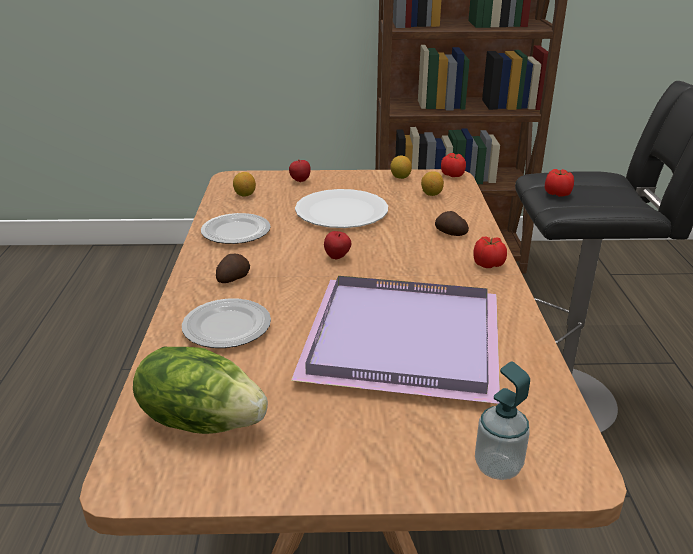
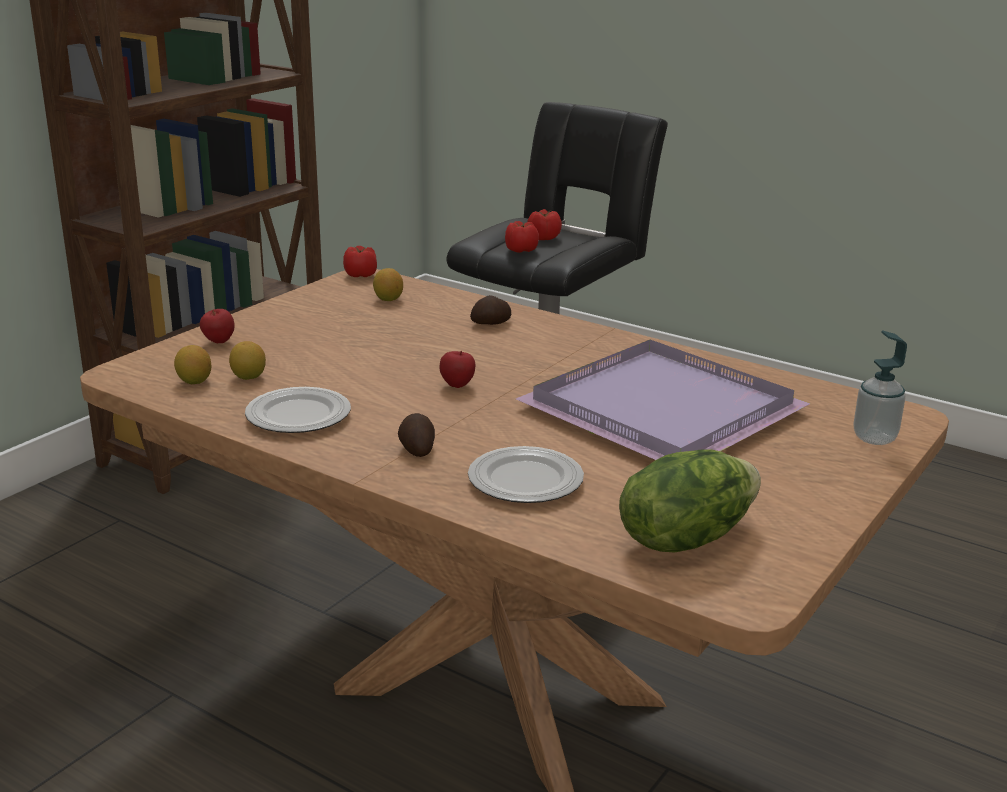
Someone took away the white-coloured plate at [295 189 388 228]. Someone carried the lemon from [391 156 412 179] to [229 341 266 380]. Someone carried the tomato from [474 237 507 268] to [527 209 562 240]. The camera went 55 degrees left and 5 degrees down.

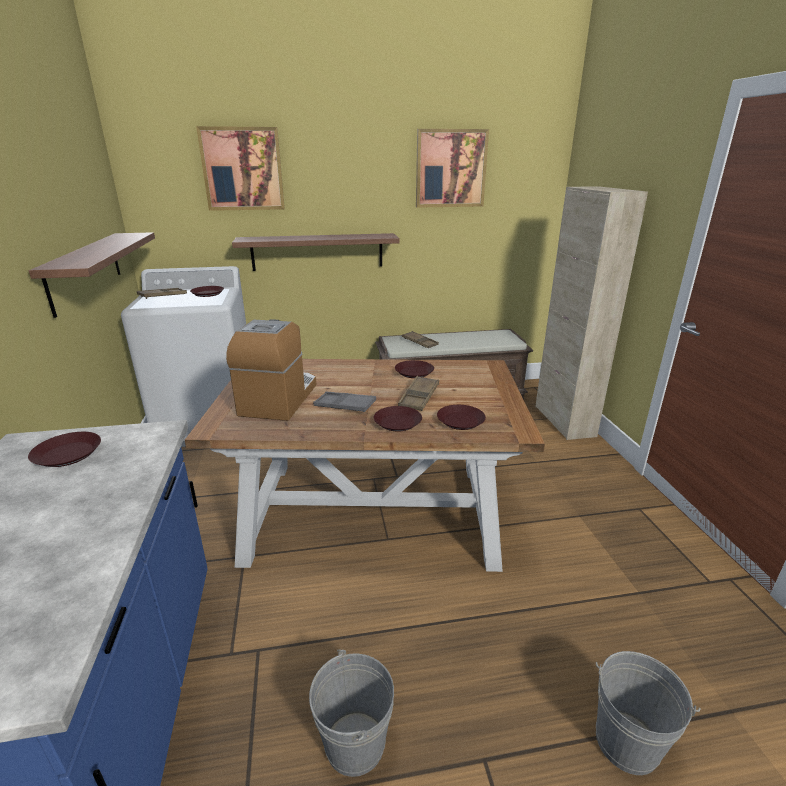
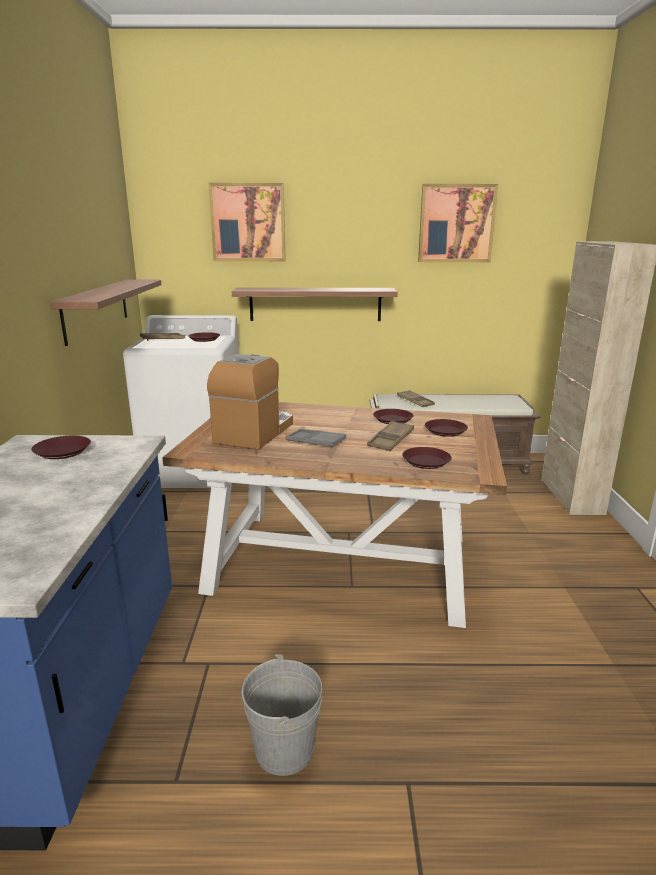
Someone took away the gray pail at [596 651 701 775]. Someone carried the brown plate from [374 406 422 432] to [425 419 468 437]. The camera went 10 degrees right and 5 degrees down.

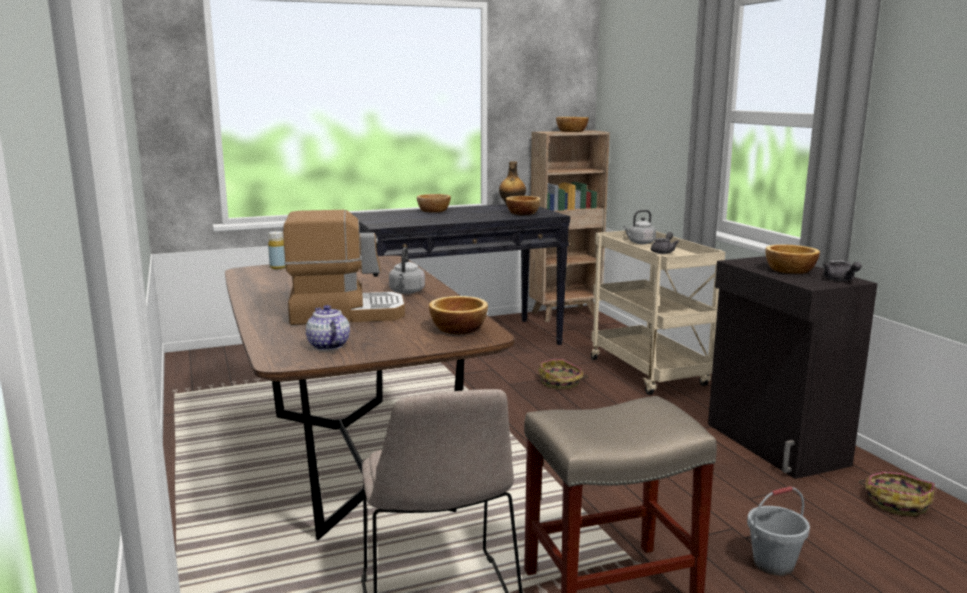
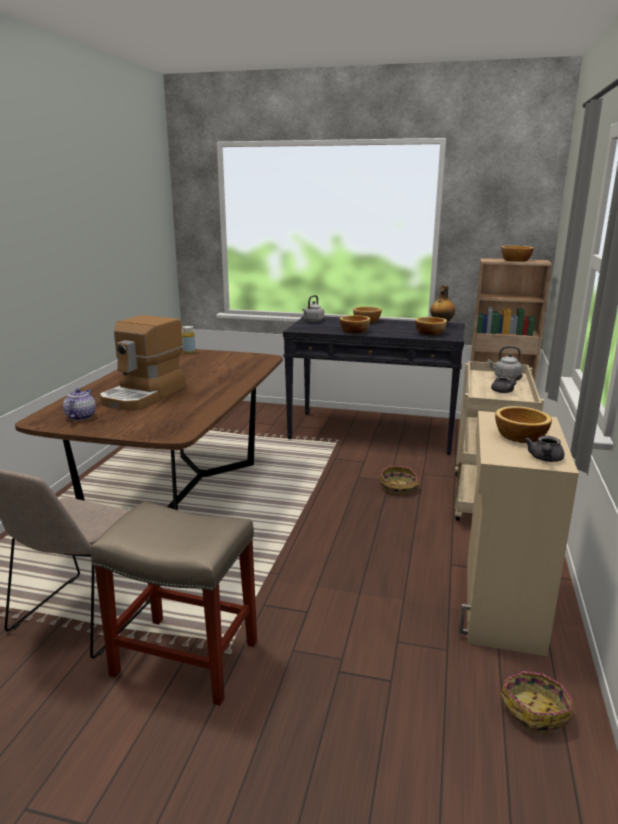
Someone took away the gray pail at [747 486 810 576]. Someone carried the gray water kettle from [389 247 425 294] to [302 295 324 322]. Someone carried the serving bowl from [429 296 488 335] to [339 315 370 334]. Someone repainted the blackish cupboard at [708 256 878 479], which became the beige cupboard at [459 411 579 656]. Someone rotated the coffee machine at [283 210 405 325] by 90 degrees clockwise. The camera went 35 degrees right and 5 degrees up.

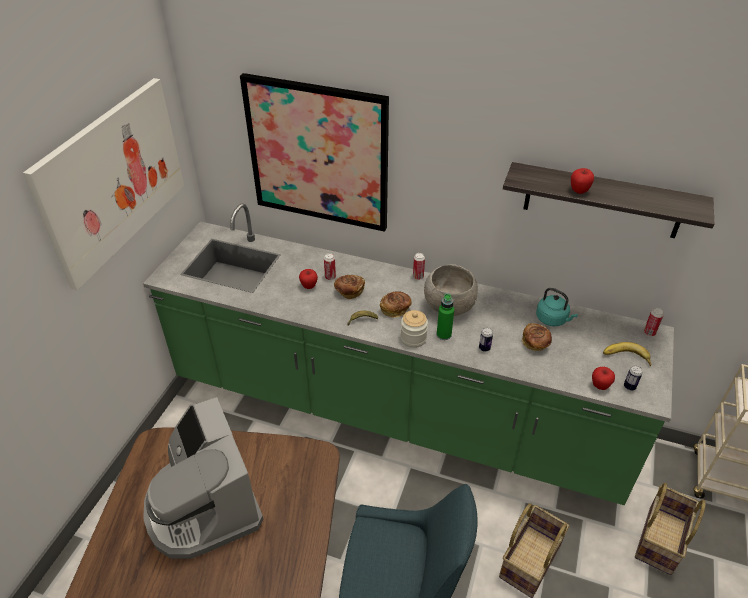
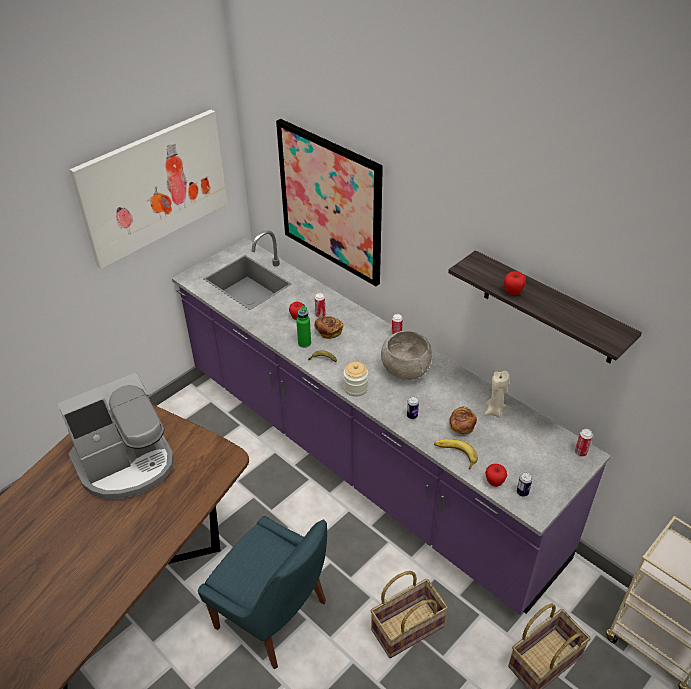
Someone took away the baked bread at [380 292 412 318]. Someone carried the green beverage bottle from [437 294 454 340] to [296 306 311 348]. Someone carried the banana fruit from [603 342 651 366] to [434 439 478 469]. Someone swapped the turquoise-coloured water kettle at [536 288 578 326] for the beige candle at [484 371 509 418]. Someone repainted the green counter at [143 204 674 505], which became the purplish counter at [172 230 611 615]. Someone rotated the coffee machine at [143 397 263 559] by 120 degrees counterclockwise. The camera went 25 degrees right and 0 degrees up.

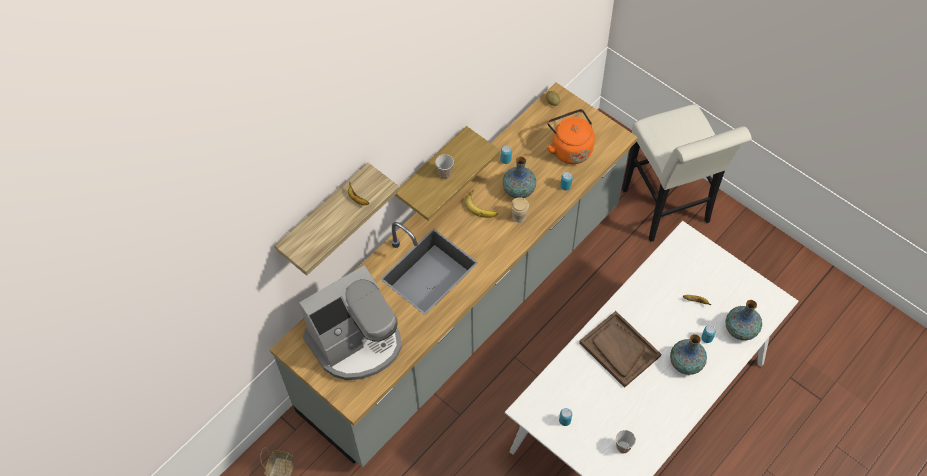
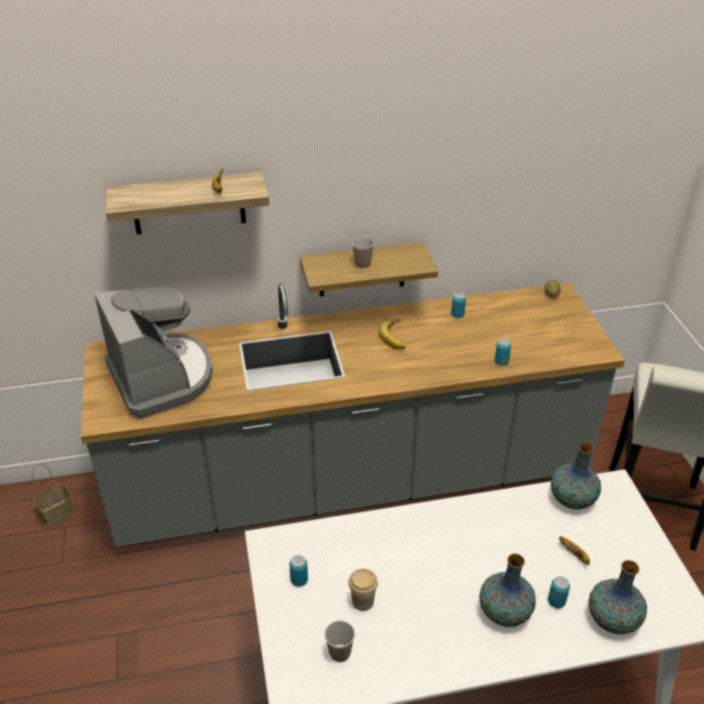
Someone took away the orange-coloured water kettle at [547 109 595 164]. Someone took away the brown tray at [579 311 661 388]. Someone carried the vase from [503 157 536 198] to [551 442 601 510]. Someone carried the cup from [511 197 529 223] to [348 568 378 611]. Someone rotated the coffee machine at [299 265 402 380] by 120 degrees counterclockwise. The camera went 35 degrees right and 20 degrees down.

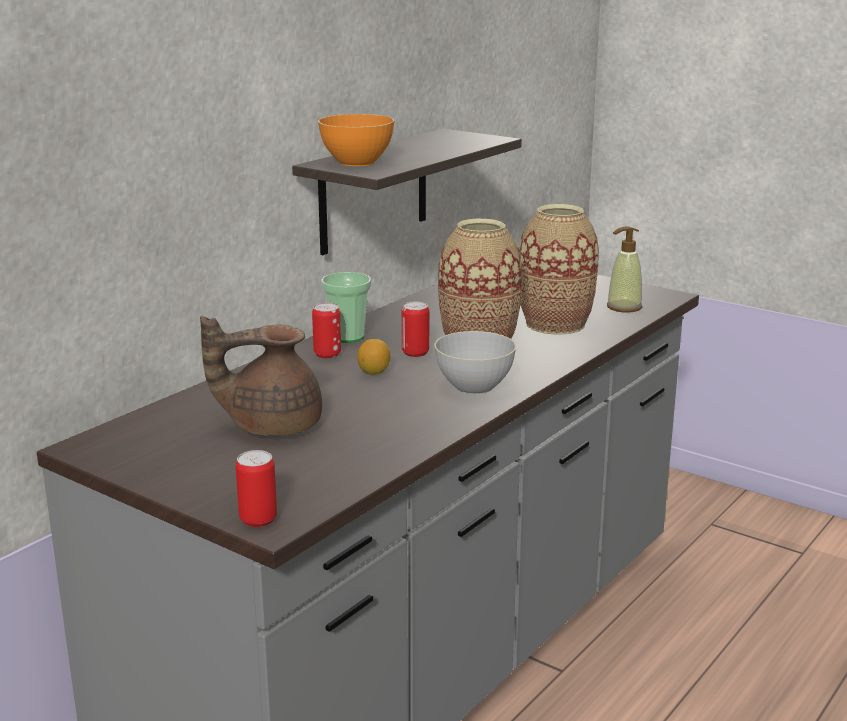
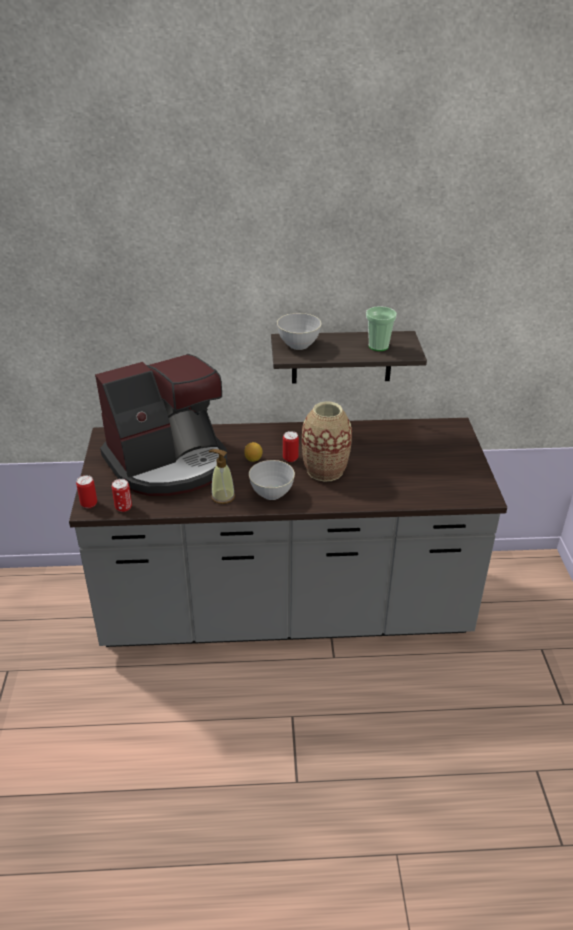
Someone took away the vase at [519 204 599 335]. Someone carried the can from [312 303 341 358] to [112 479 132 512]. Someone carried the cup from [321 272 371 343] to [366 306 397 351]. Someone carried the soap bottle from [607 226 642 313] to [208 449 235 504]. Someone swapped the brown pot for tea at [200 316 322 436] for the coffee machine at [95 354 227 496]. Someone repainted the orange-coloured serving bowl at [318 114 394 166], which became the gray serving bowl at [277 313 321 350]. The camera went 50 degrees right and 15 degrees up.

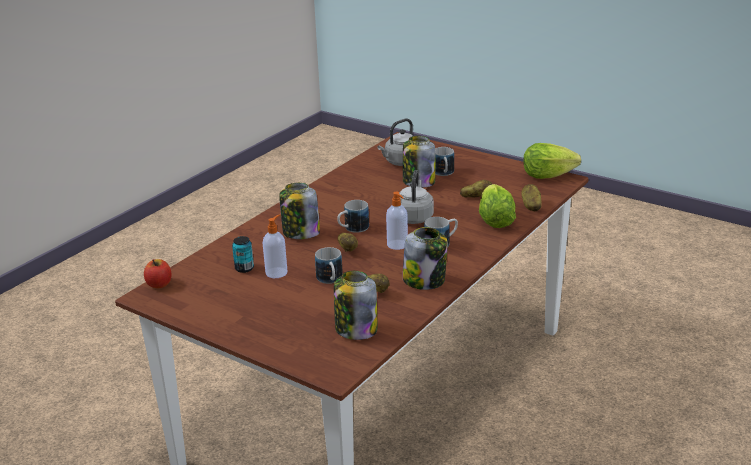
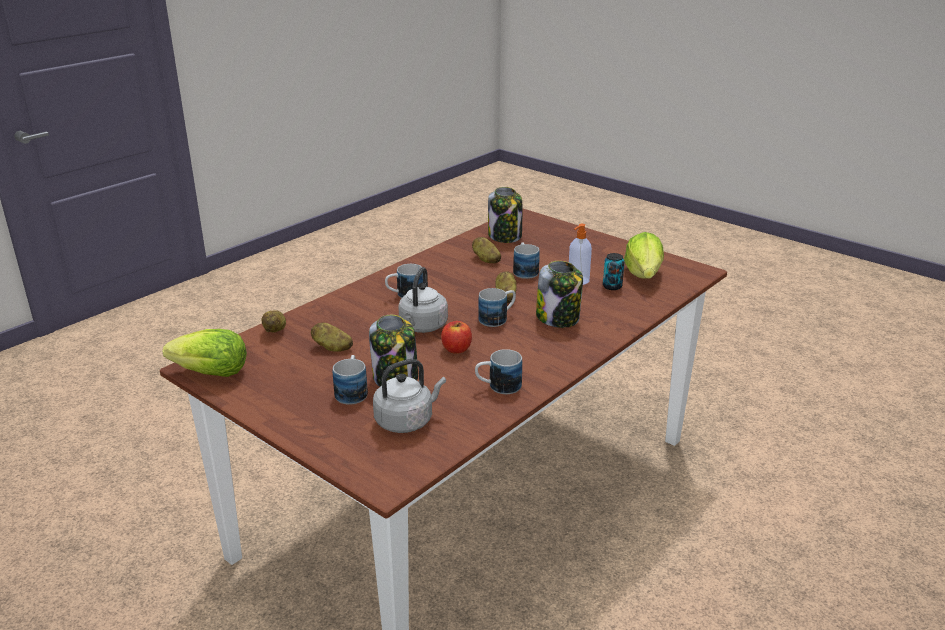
Someone took away the soap bottle at [386 192 408 250]. Someone took away the preserve jar at [403 227 448 290]. Someone put down the tea mug at [475 349 522 394]. Someone carried the whole apple from [144 259 172 288] to [441 321 472 354]. Someone carried the lettuce from [479 184 516 228] to [624 232 664 279]. The camera went 175 degrees left and 0 degrees up.

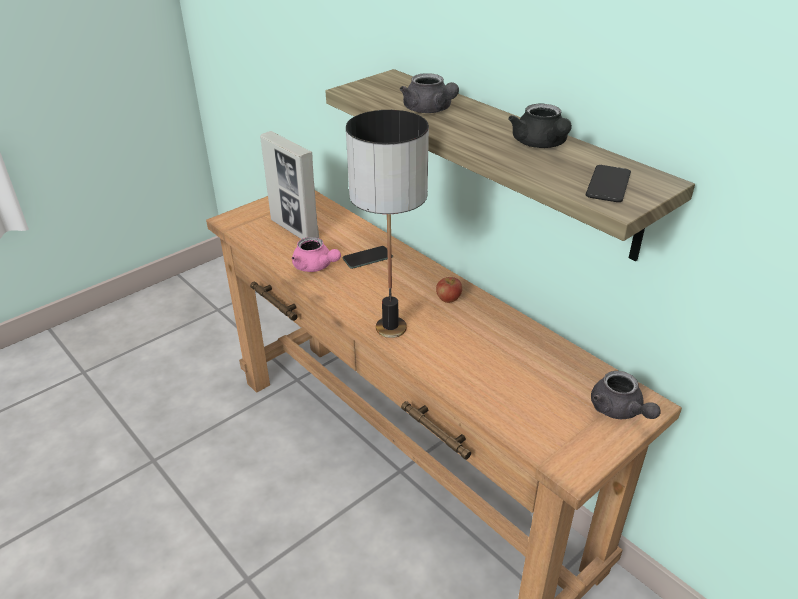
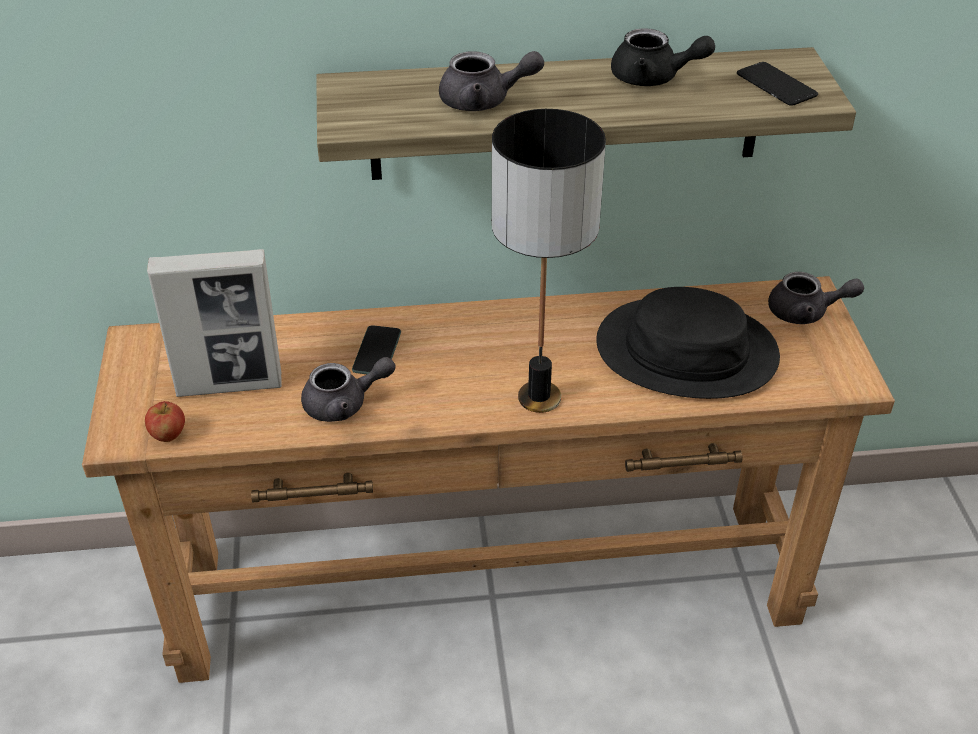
Someone put down the blackish wearable hat at [596 287 780 399]. Someone carried the whole apple from [436 277 462 303] to [145 401 185 442]. Someone repainted the pinkish pot for tea at [292 237 341 272], which became the gray pot for tea at [301 357 396 422]. The camera went 55 degrees left and 5 degrees up.

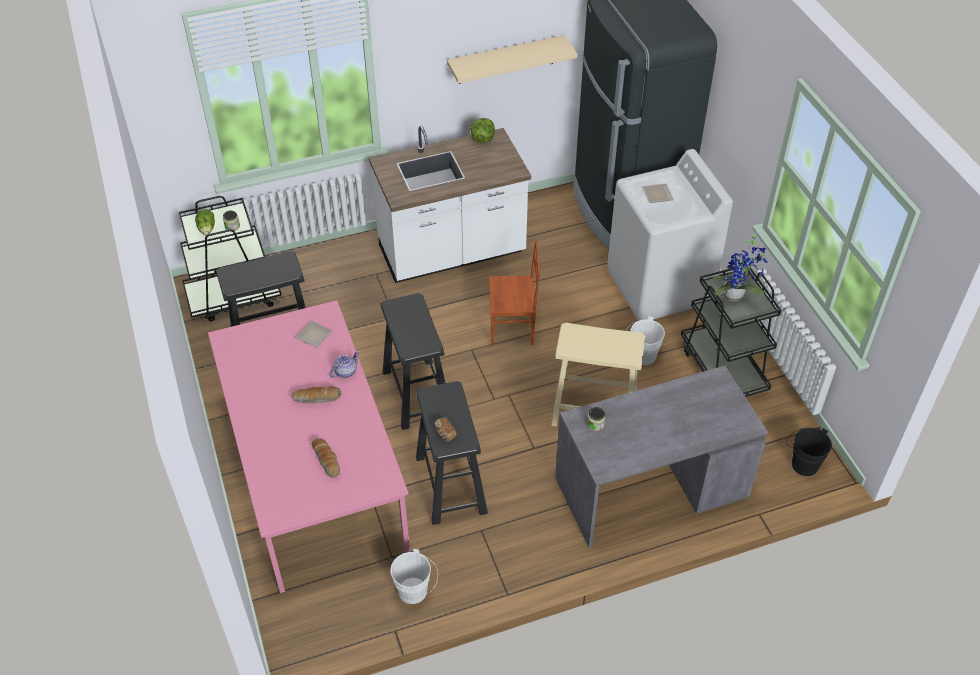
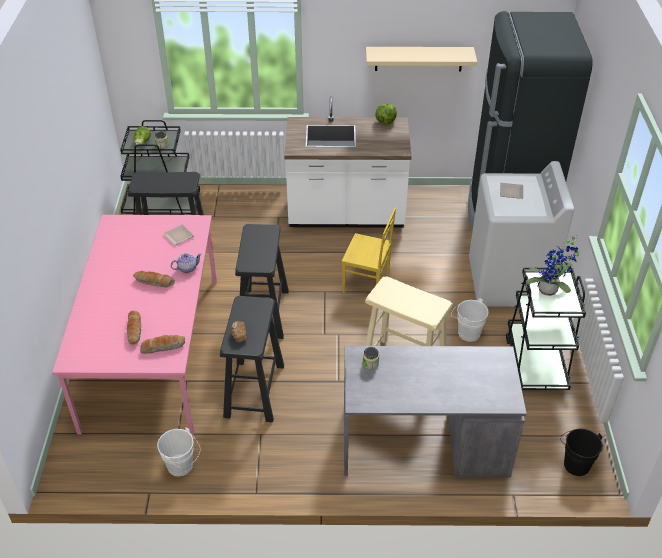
Someone put down the baked bread at [140 335 185 354]. Someone repainted the brown chair at [489 240 540 346], which became the yellowish chair at [342 207 396 293]. The camera went 20 degrees right and 5 degrees down.

